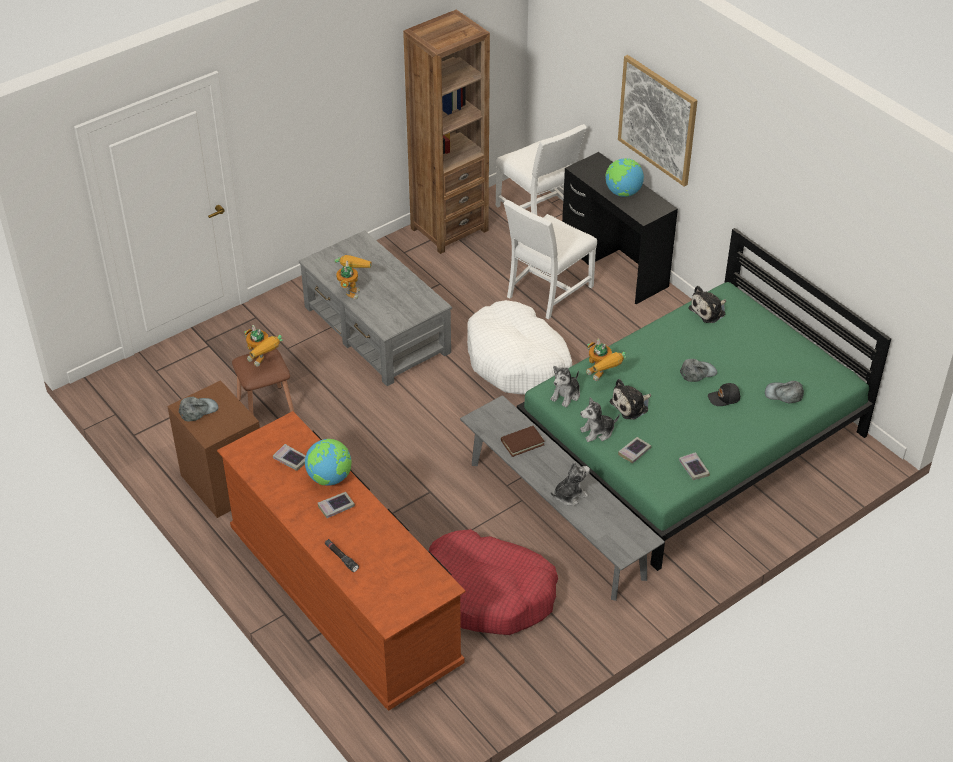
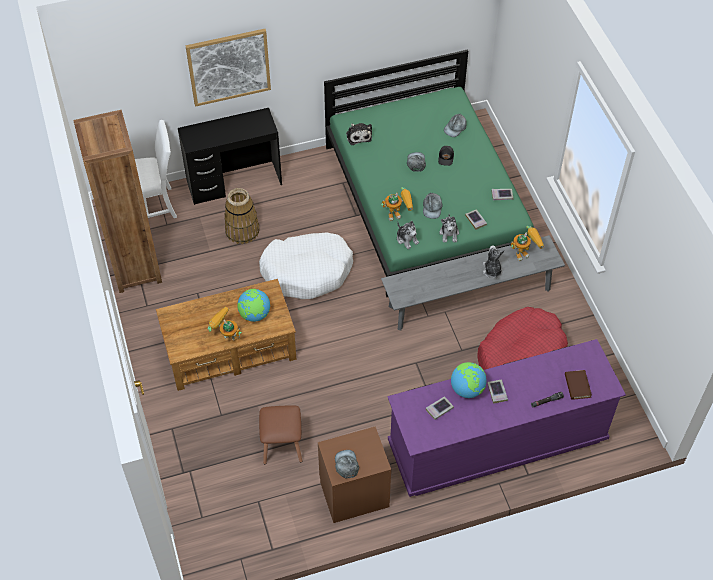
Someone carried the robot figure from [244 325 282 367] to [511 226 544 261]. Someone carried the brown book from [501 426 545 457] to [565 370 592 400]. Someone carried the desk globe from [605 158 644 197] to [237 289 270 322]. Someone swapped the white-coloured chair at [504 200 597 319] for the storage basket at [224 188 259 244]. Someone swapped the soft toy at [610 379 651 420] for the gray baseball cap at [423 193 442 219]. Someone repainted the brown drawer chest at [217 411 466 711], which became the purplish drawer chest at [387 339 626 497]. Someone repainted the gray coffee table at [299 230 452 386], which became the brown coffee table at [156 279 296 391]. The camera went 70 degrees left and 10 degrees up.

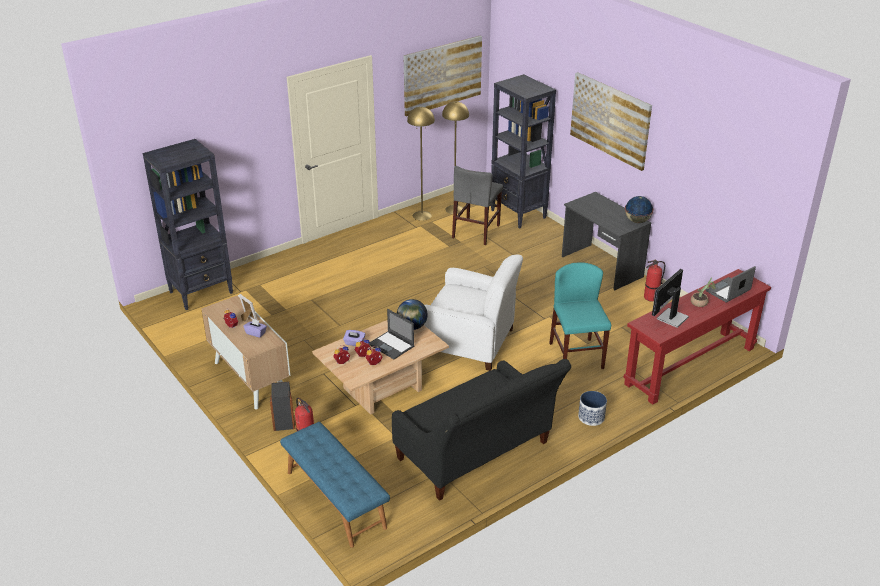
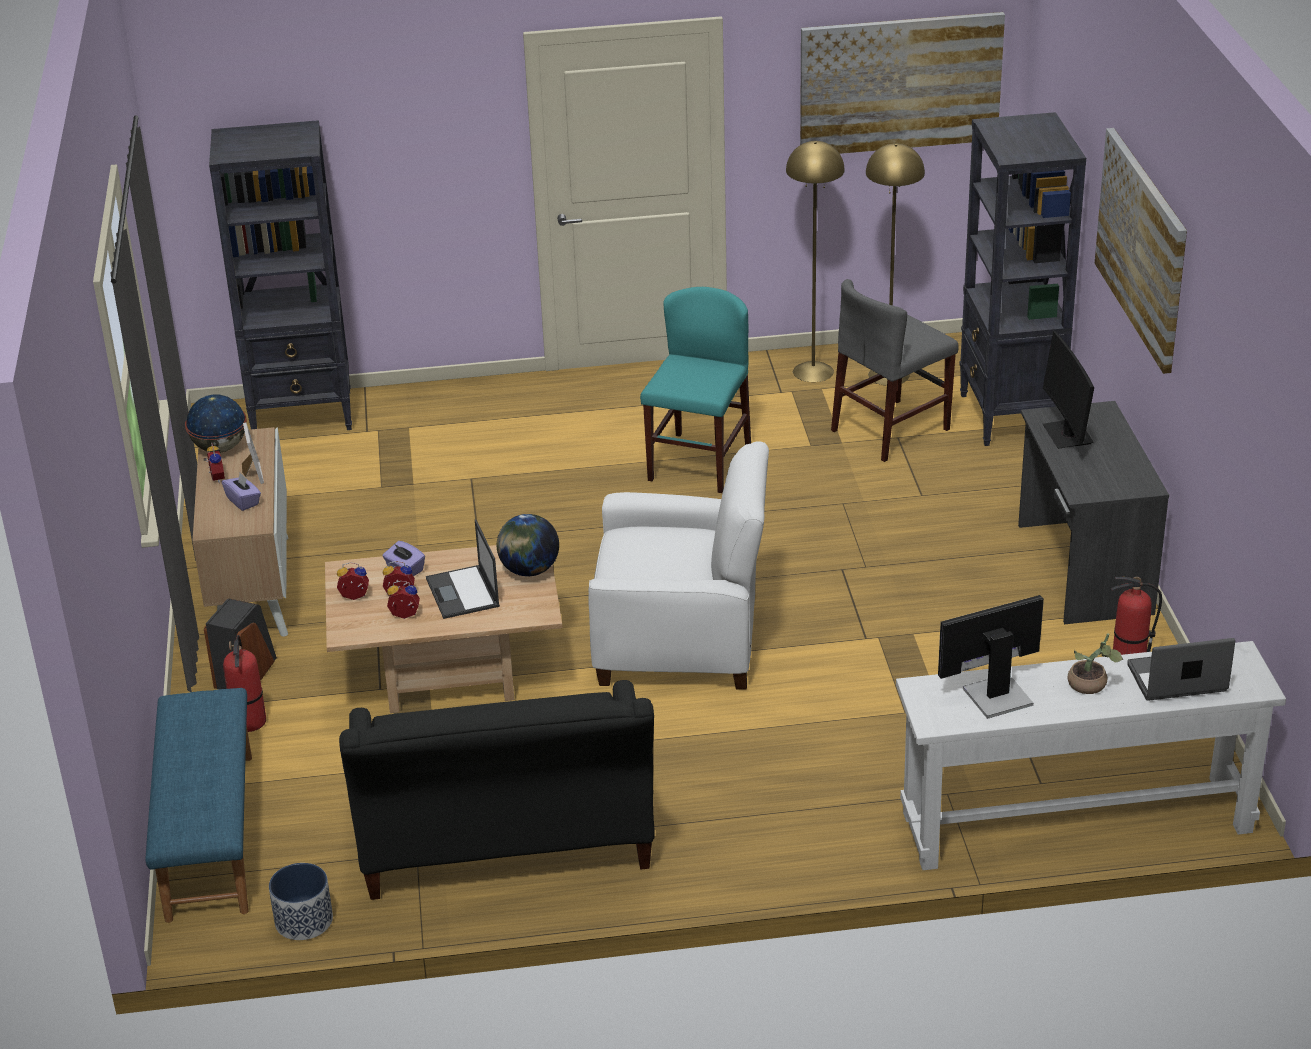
Someone put down the computer screen at [1043 331 1094 449]. Someone carried the turquoise-coloured chair from [549 262 611 369] to [640 287 751 493]. Someone carried the planter from [578 391 607 426] to [269 863 333 940]. Someone carried the desk globe from [625 196 653 223] to [185 394 247 453]. Someone repainted the reddish hall table at [623 269 771 405], which became the white-coloured hall table at [896 641 1286 870]. Someone rotated the white-coloured easy chair at [424 254 523 371] by 45 degrees counterclockwise. The camera went 30 degrees right and 0 degrees up.

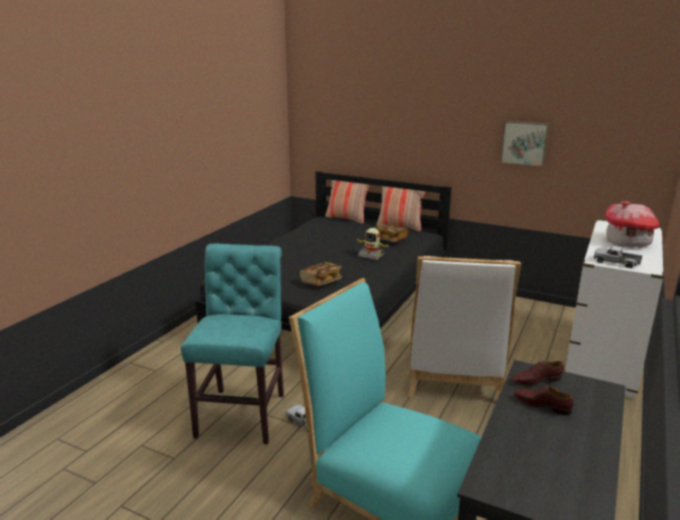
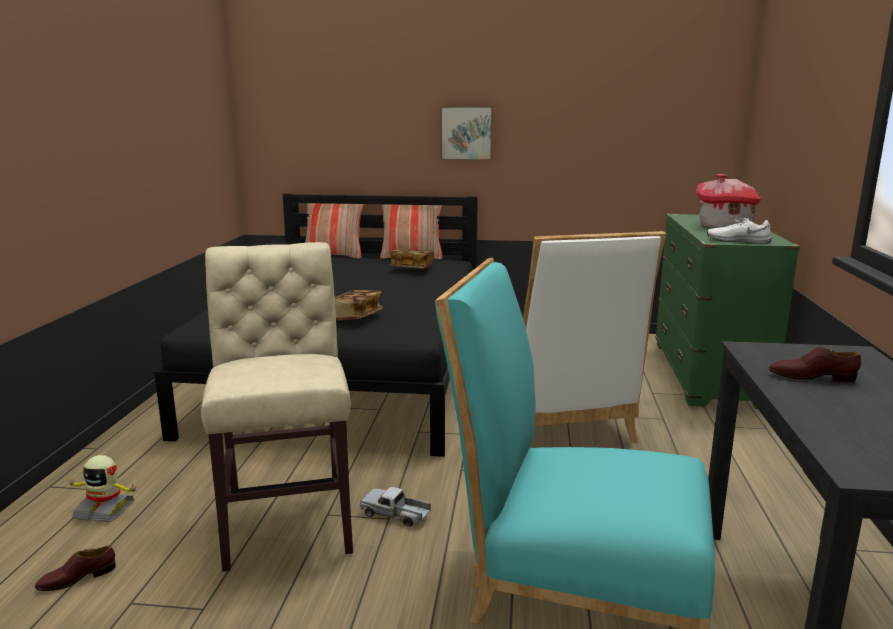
Someone carried the robot figure from [357 228 389 260] to [66 455 139 523]. Someone carried the picture from [500 121 549 167] to [440 106 493 160]. Someone carried the brown item of footwear from [512 361 564 386] to [35 546 116 591]. Someone swapped the toy lorry at [593 246 642 268] for the white-coloured item of footwear at [707 218 772 244]. Someone repainted the turquoise-coloured chair at [181 243 284 444], which became the beige chair at [201 242 353 572]. Someone repainted the white-coloured drawer chest at [565 219 664 398], which became the green drawer chest at [655 214 800 409]. The camera went 20 degrees left and 5 degrees down.

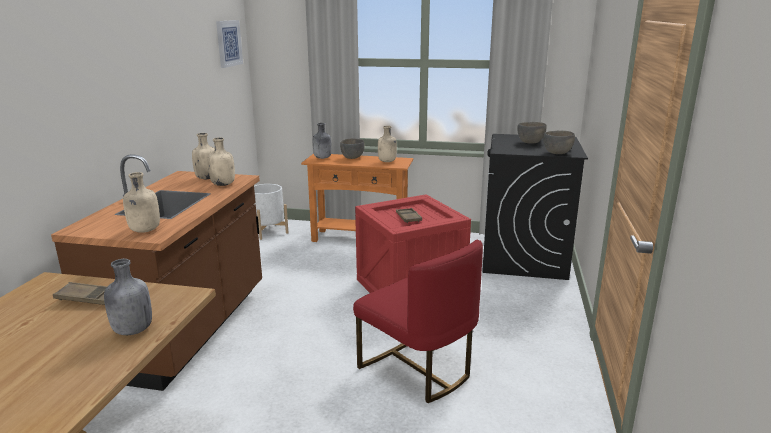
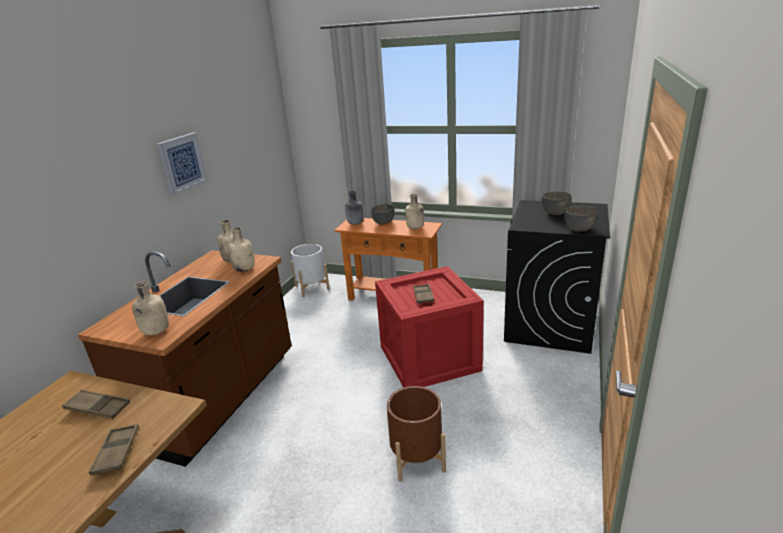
Someone carried the picture from [216 20 243 68] to [157 133 207 196]. Someone swapped the gray beverage bottle at [104 259 152 335] for the brown tray at [89 424 139 476]. Someone swapped the reddish chair at [353 240 483 403] for the brown planter at [387 386 446 482]. The camera went 10 degrees right and 5 degrees up.

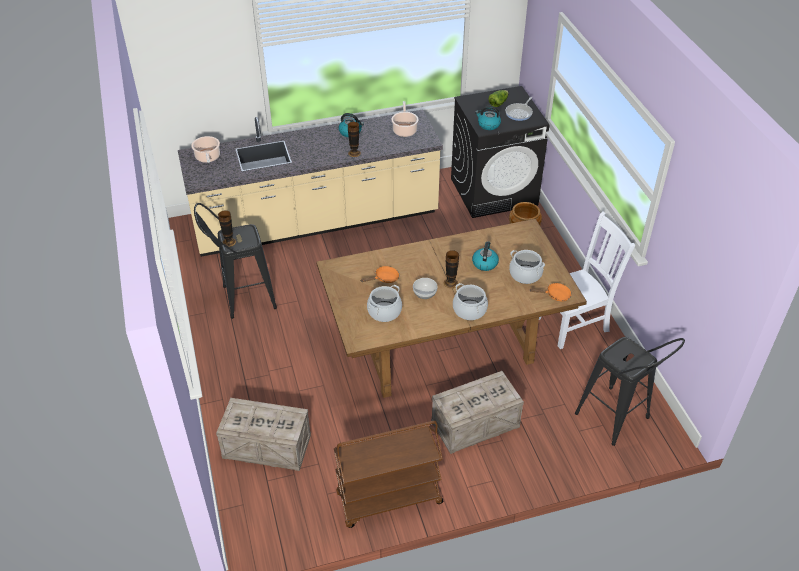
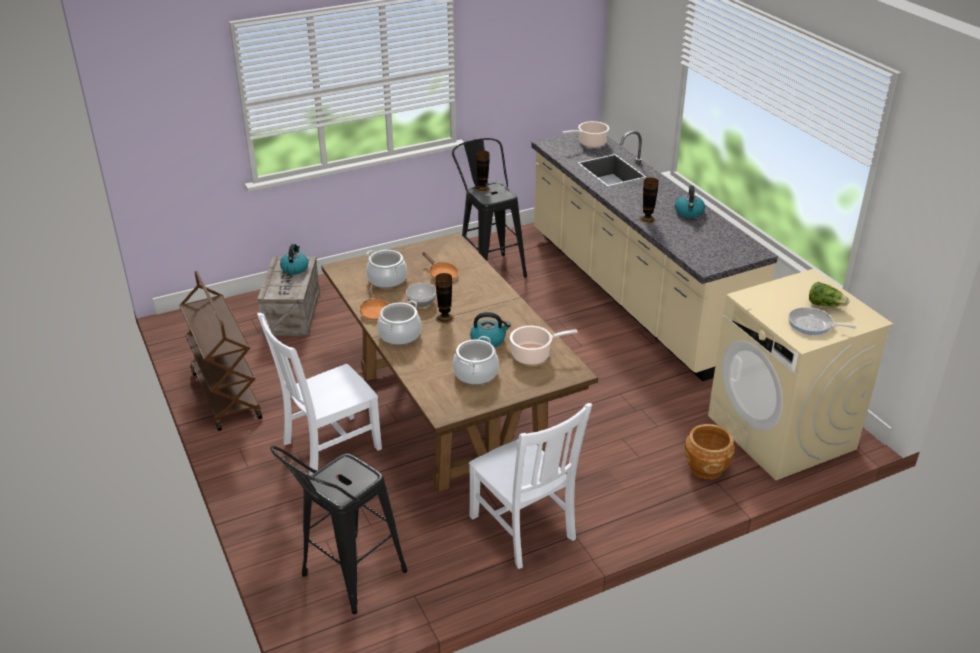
Someone carried the cooking pot from [391 101 419 137] to [510 325 578 365]. Someone carried the water kettle from [475 106 501 130] to [280 244 309 275]. Someone carried the orange-coloured skillet from [530 283 571 301] to [359 284 389 320]. Someone swapped the crate at [431 371 524 454] for the white-coloured chair at [257 313 382 475]. Someone repainted the blackish laundry appliance at [451 86 549 218], which became the beige laundry appliance at [708 269 893 480]. The camera went 80 degrees right and 10 degrees down.

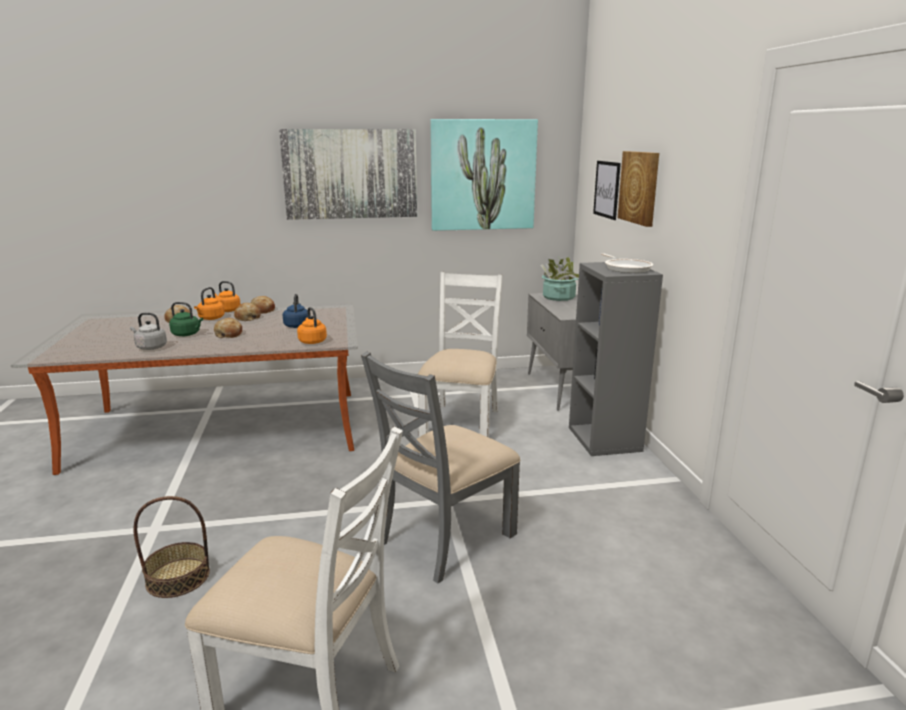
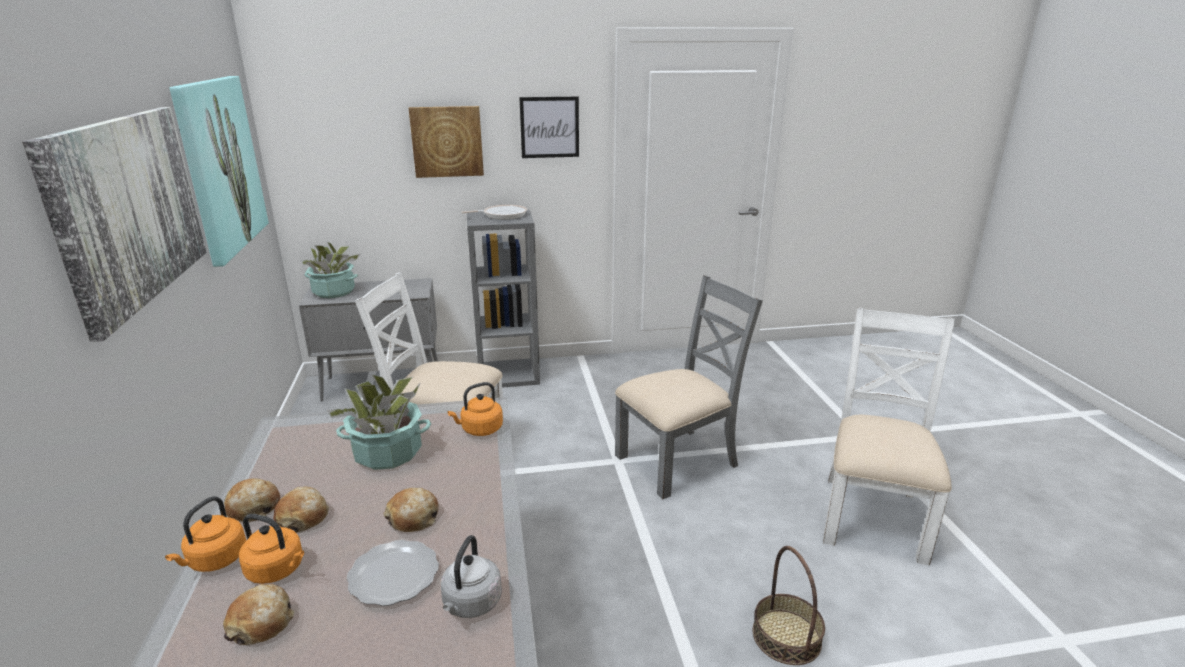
Someone carried the picture from [593 161 621 220] to [519 97 579 158]. Someone swapped the green water kettle at [169 302 203 336] for the plate at [347 540 439 606]. Someone swapped the blue water kettle at [283 294 308 328] for the houseplant at [326 374 431 470]. Someone rotated the gray chair at [361 351 520 584] by 75 degrees counterclockwise. The camera went 90 degrees left and 5 degrees up.

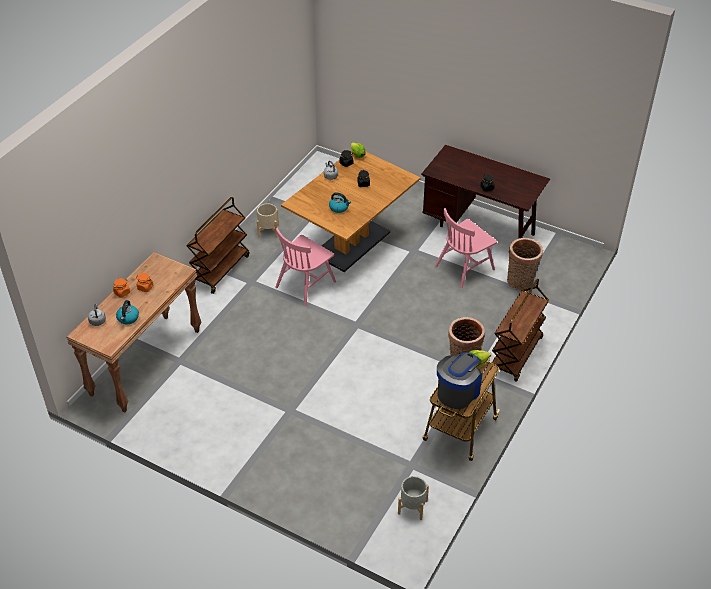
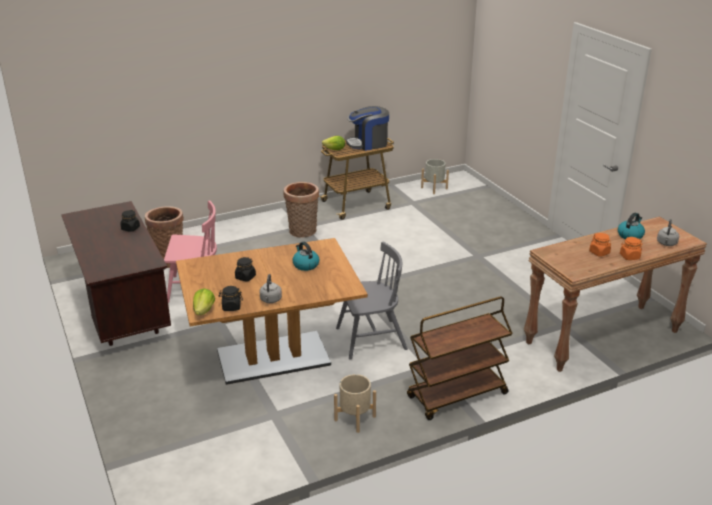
Someone took away the brown trolley at [490 279 549 382]. Someone repainted the pinkish chair at [275 228 336 306], which became the gray chair at [336 242 408 360]. The camera went 145 degrees left and 15 degrees down.

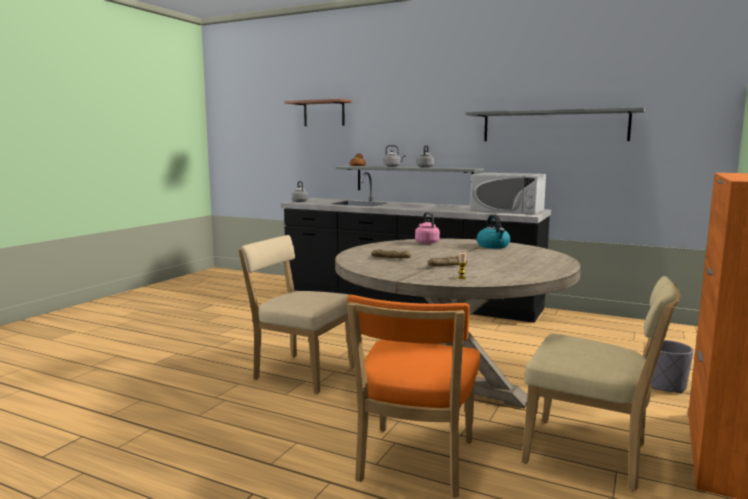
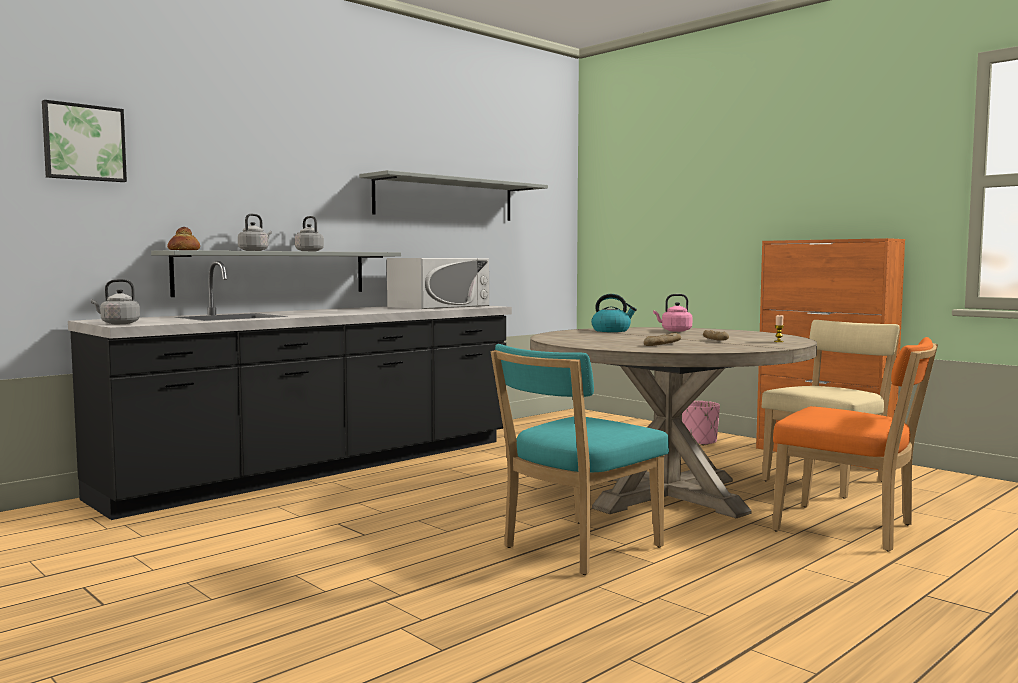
Someone carried the pinkish water kettle from [415 212 440 244] to [653 294 692 332]. Someone swapped the bracket shelf at [284 99 352 126] for the picture at [42 100 127 182]. Someone repainted the beige chair at [238 235 354 394], which became the turquoise-coloured chair at [491 344 669 575]. Someone repainted the gray planter at [651 340 693 393], which became the pinkish planter at [682 401 720 446]. The camera went 70 degrees left and 5 degrees down.

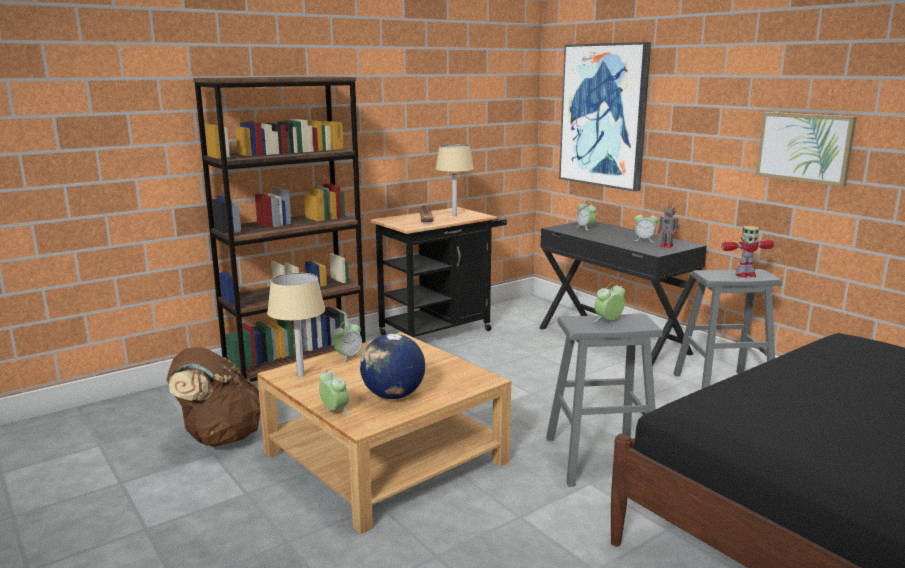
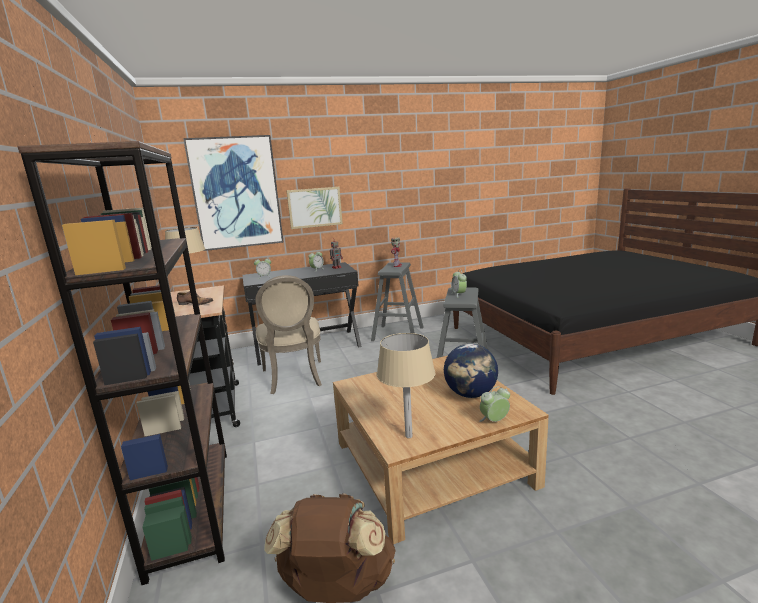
Someone took away the bedside clock at [333 321 362 363]. Someone put down the beige chair at [255 275 322 394]. Someone carried the picture from [756 112 857 187] to [286 187 343 229]. The camera went 70 degrees left and 0 degrees up.

